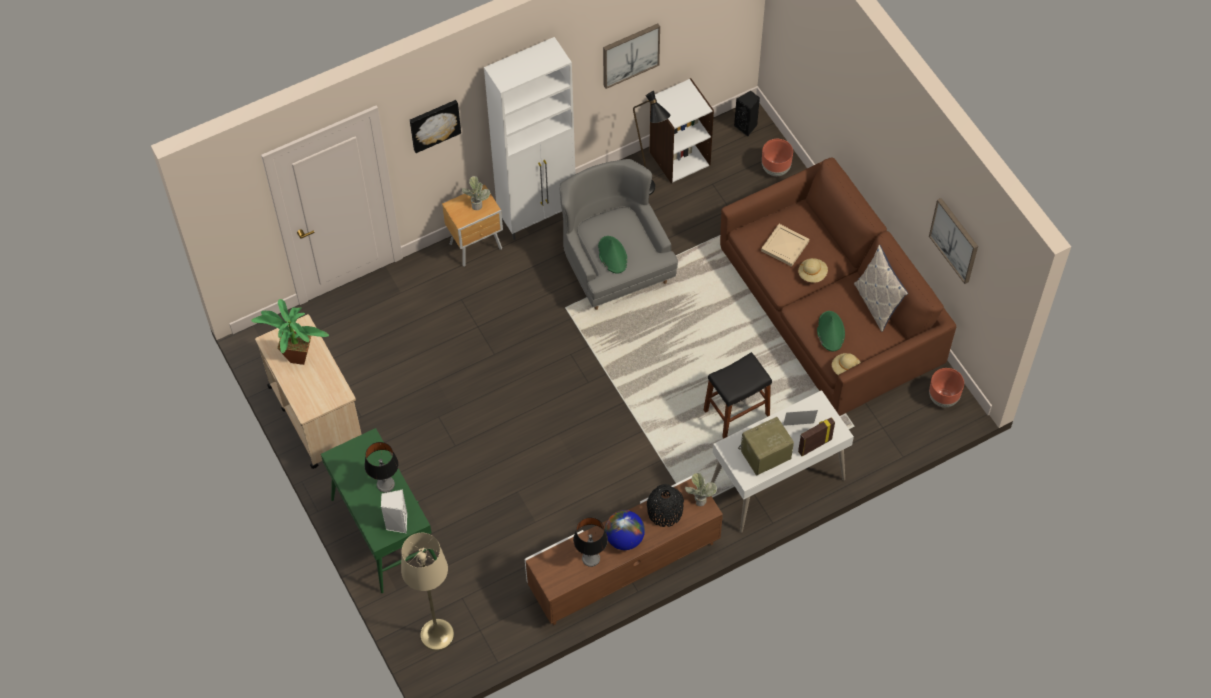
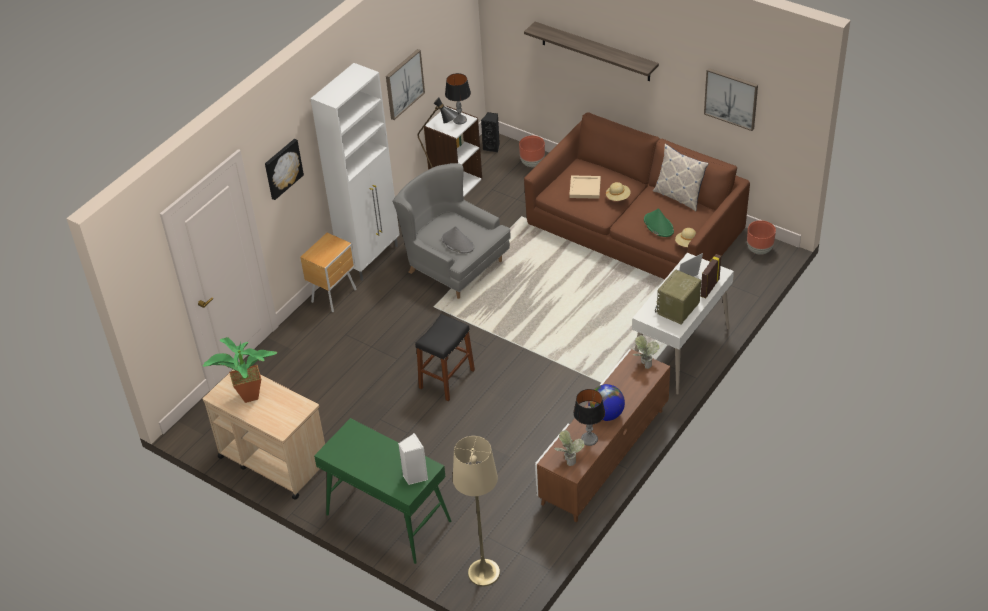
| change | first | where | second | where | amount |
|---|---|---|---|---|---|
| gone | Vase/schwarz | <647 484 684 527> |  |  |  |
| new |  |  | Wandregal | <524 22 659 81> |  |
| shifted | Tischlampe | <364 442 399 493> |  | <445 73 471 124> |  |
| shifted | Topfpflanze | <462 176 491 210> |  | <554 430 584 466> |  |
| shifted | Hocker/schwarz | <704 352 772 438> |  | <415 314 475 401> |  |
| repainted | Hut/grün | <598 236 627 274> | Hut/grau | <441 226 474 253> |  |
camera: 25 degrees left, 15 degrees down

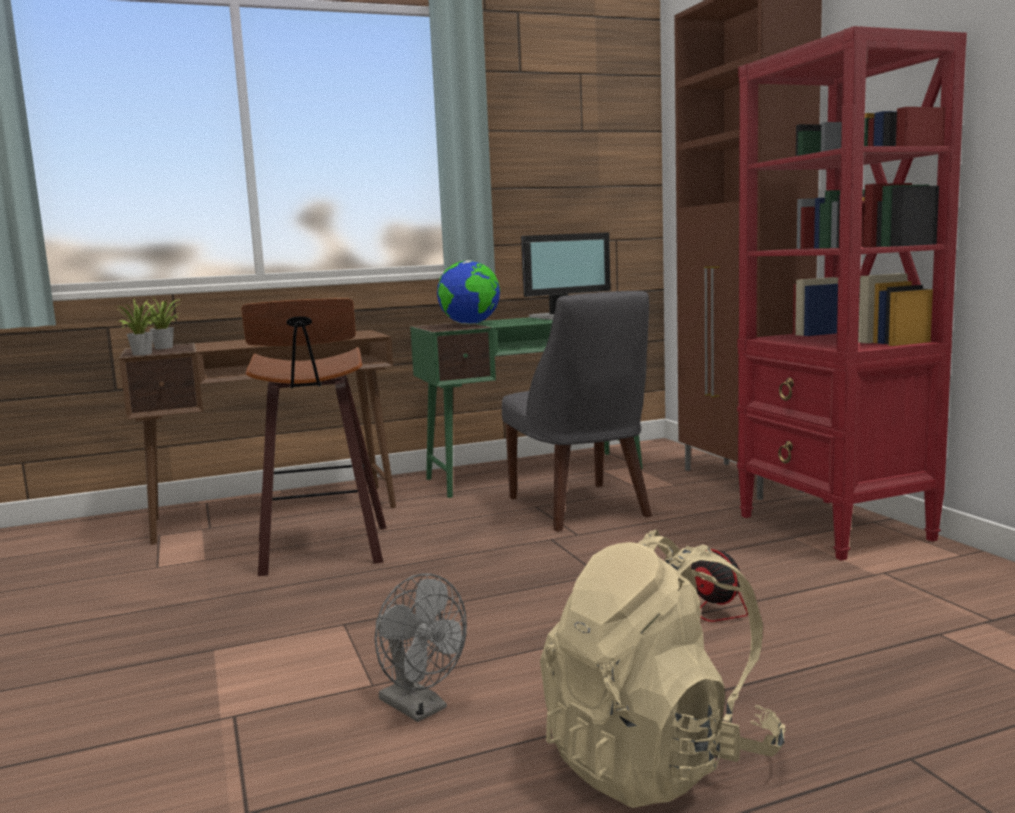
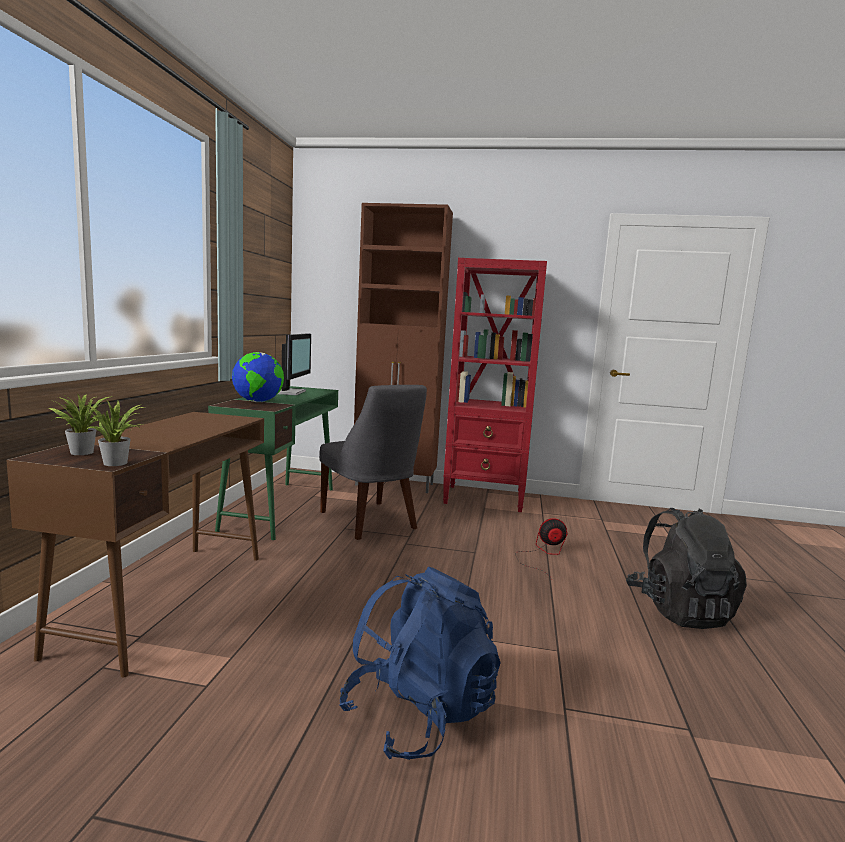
| change | first | where | second | where | amount |
|---|---|---|---|---|---|
| gone | Hocker | <241 298 386 576> |  |  |  |
| gone | Ventilator/grau | <374 573 467 722> |  |  |  |
| new |  |  | Rucksack/blau | <340 567 501 760> |  |
| repainted | Rucksack/beige | <540 530 786 808> | Rucksack/schwarz | <626 508 747 629> |  |
| rotated | Stuhl/grau | <502 291 652 531> |  | <319 385 427 540> | 45 degrees clockwise |
camera: 60 degrees left, 0 degrees up

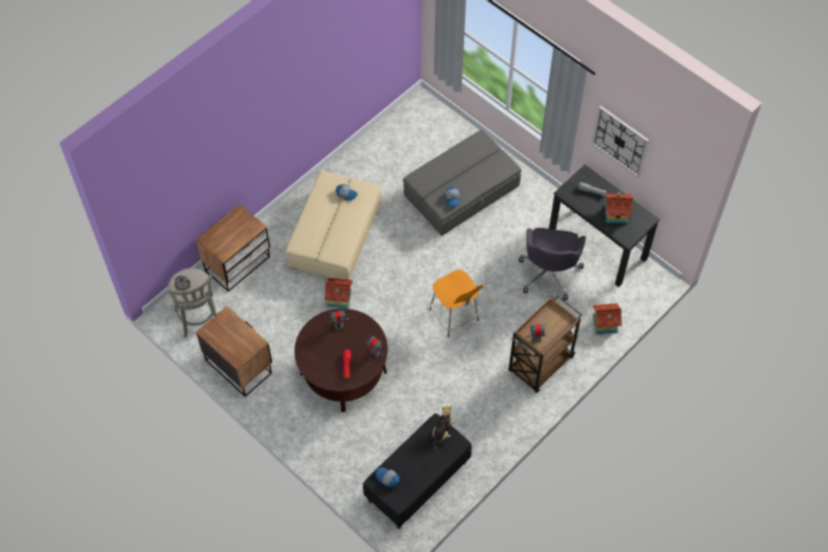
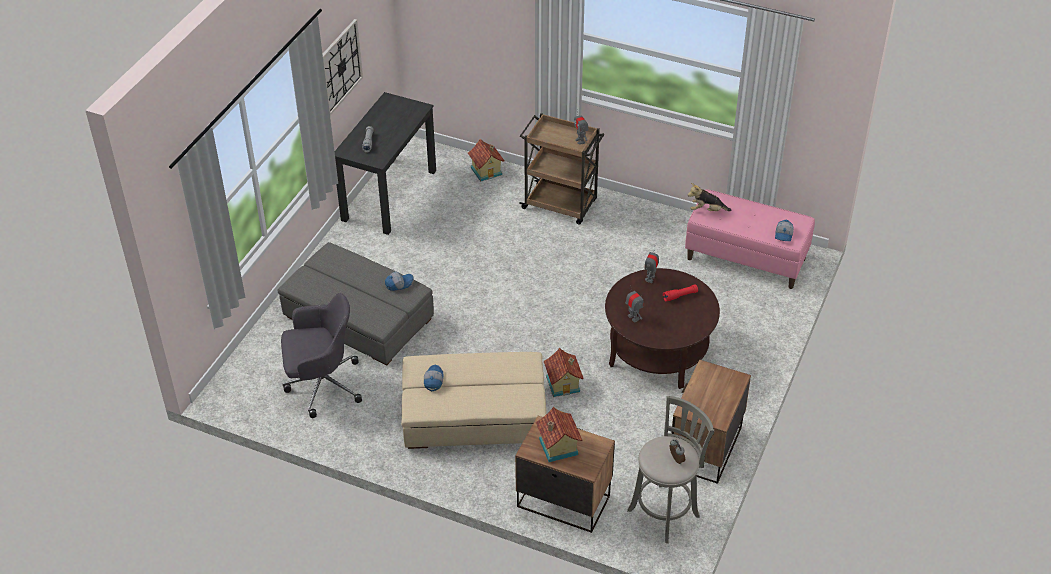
| change | first | where | second | where | amount |
|---|---|---|---|---|---|
| gone | Hocker/orange | <429 270 483 337> |  |  |  |
| shifted | Bürostuhl/grau | <519 228 586 300> |  | <281 293 362 418> |  |
| shifted | Spielzeughaus | <605 192 633 224> |  | <536 407 582 462> |  |
| repainted | Bank/schwarz | <363 413 472 529> | Bank/rosa | <685 189 815 289> |  |
camera: 110 degrees left, 15 degrees down

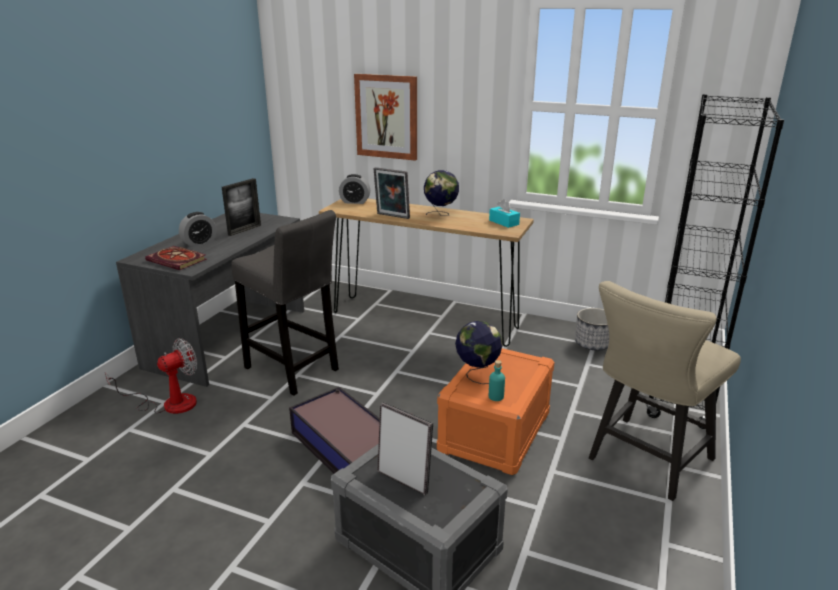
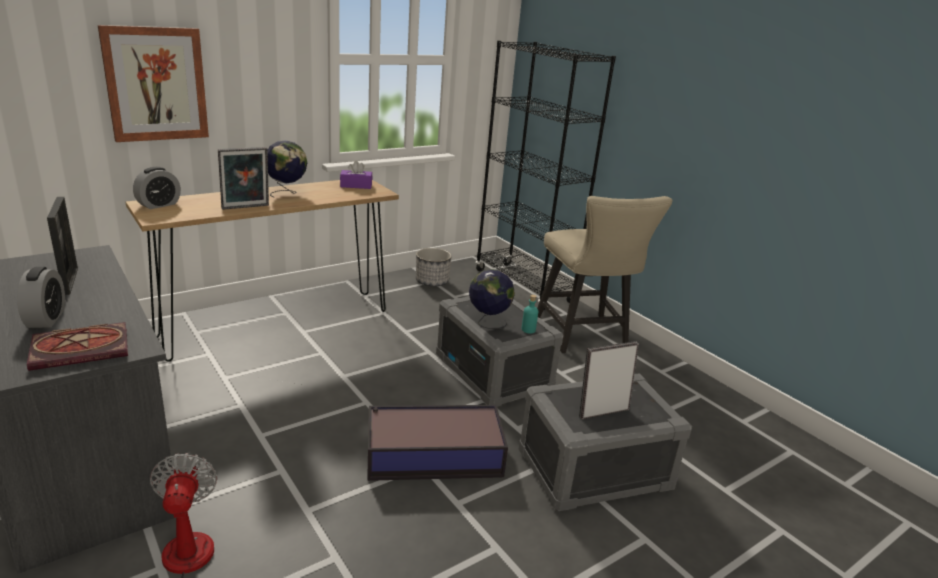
| change | first | where | second | where | amount |
|---|---|---|---|---|---|
| gone | Hocker/grau | <231 210 339 396> |  |  |  |
| repainted | Aufbewahrungsbox/orange | <437 348 554 475> | Aufbewahrungsbox/grau | <436 296 564 407> |  |
| repainted | Taschentuchbox/türkis | <489 199 520 228> | Taschentuchbox/lila | <340 161 372 189> |  |
camera: 60 degrees left, 0 degrees up

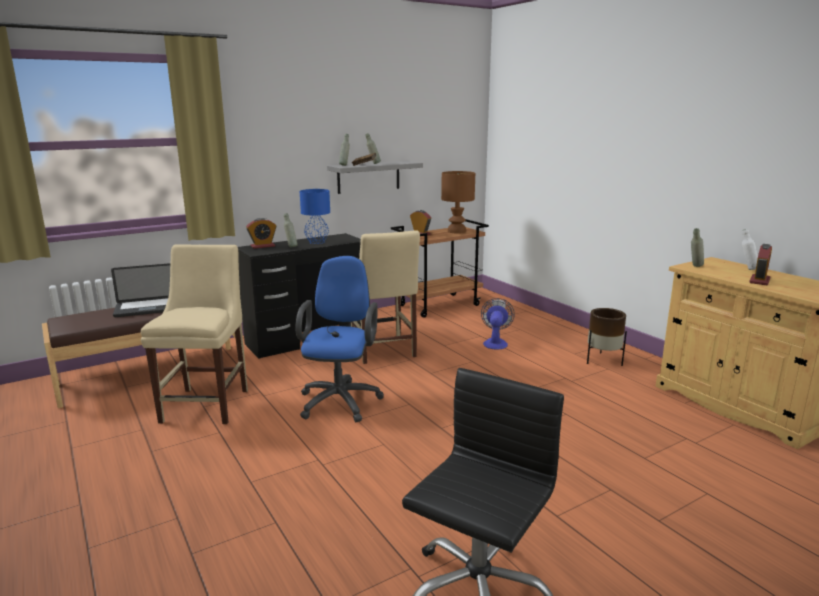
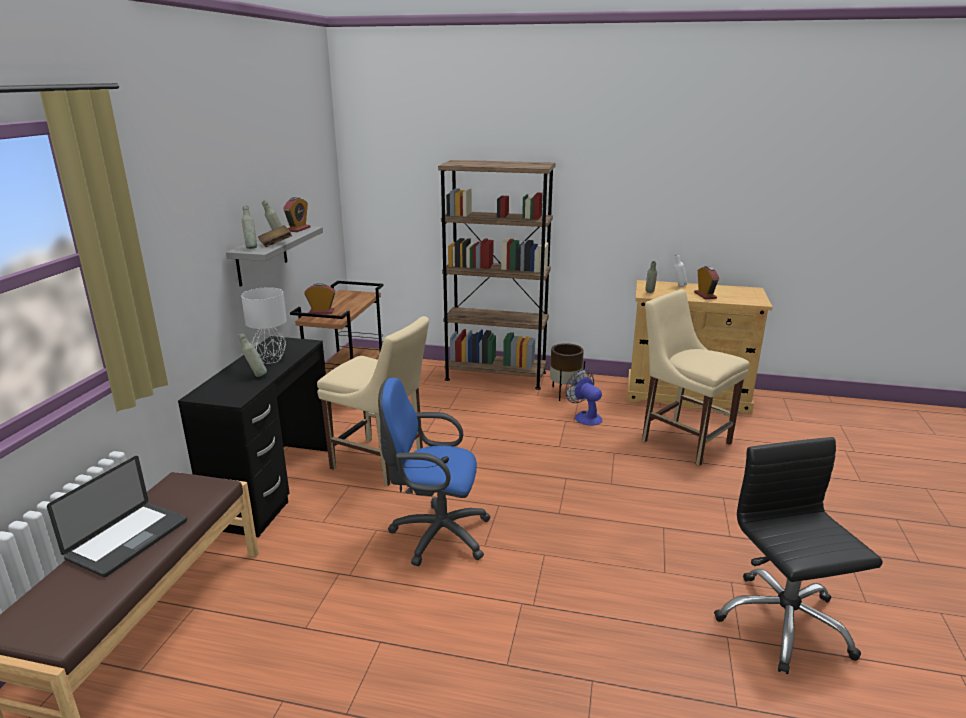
| change | first | where | second | where | amount |
|---|---|---|---|---|---|
| gone | Tischlampe/braun | <441 171 475 234> |  |  |  |
| new |  |  | Bücherregal/braun | <438 160 556 390> |  |
| shifted | Stuhl/beige | <141 245 248 424> |  | <642 289 750 466> |  |
| shifted | Wecker | <246 218 277 249> |  | <283 197 311 232> |  |
| shifted | Ventilator | <481 298 515 349> |  | <565 369 602 426> |  |
| repainted | Tischlampe/blau | <300 189 330 244> | Tischlampe/grau | <241 287 287 364> |  |
| rotated | Bürostuhl/blau | <296 256 384 422> |  | <378 377 491 566> | 45 degrees counterclockwise |
camera: 45 degrees left, 5 degrees up

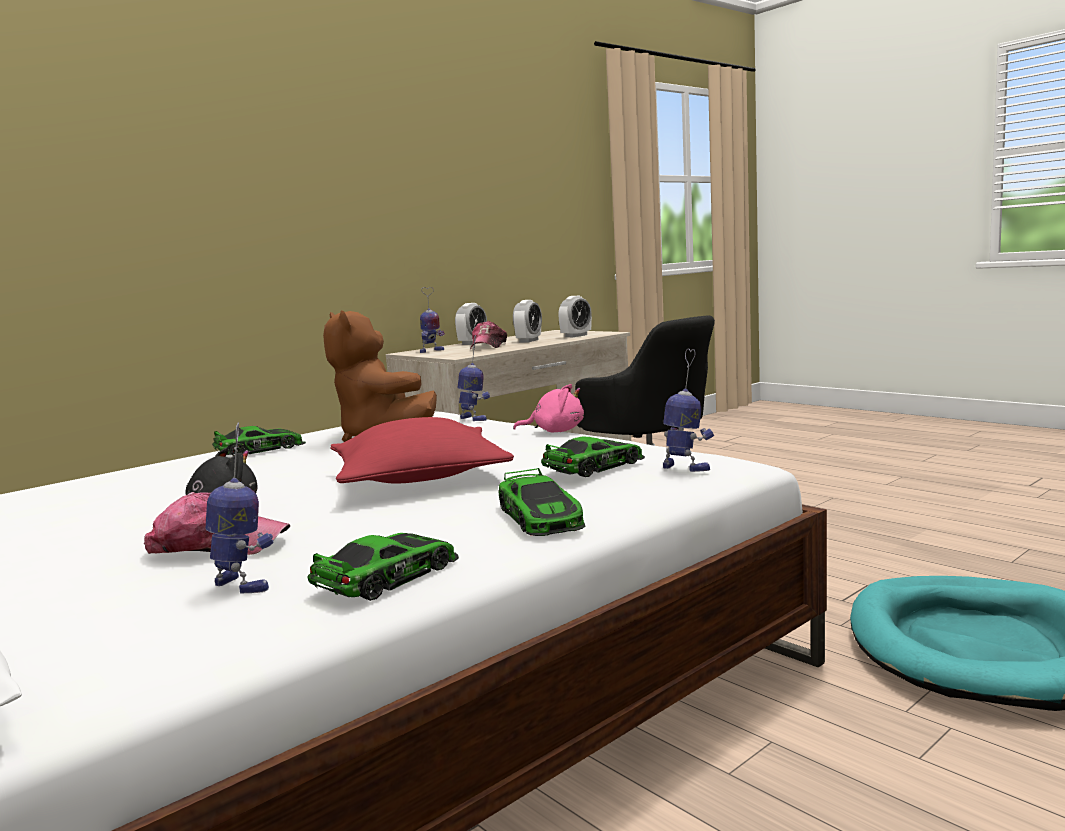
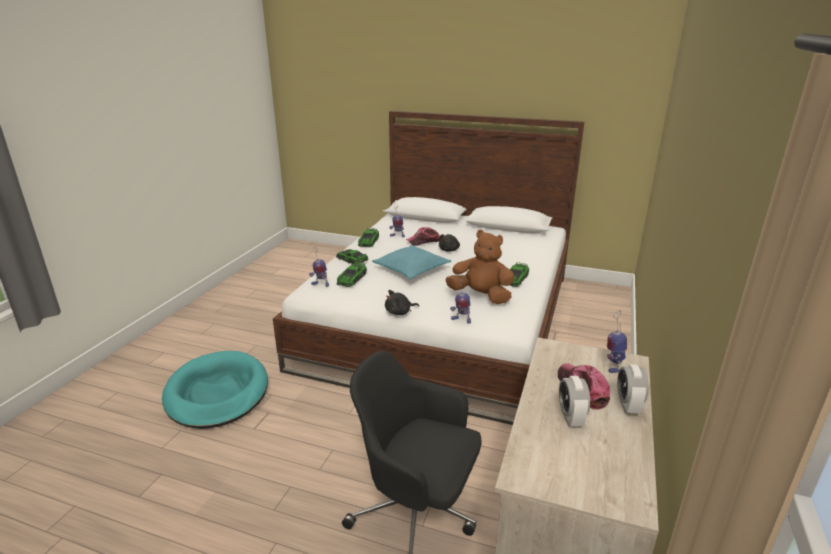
| change | first | where | second | where | amount |
|---|---|---|---|---|---|
| gone | Wecker | <558 296 592 337> |  |  |  |
| repainted | Kissen/rot | <330 417 514 483> | Kissen/türkis | <372 245 451 279> |  |
| repainted | Plüschtier/rosa | <513 384 584 433> | Plüschtier/schwarz | <385 290 419 315> |  |
camera: 150 degrees right, 15 degrees up

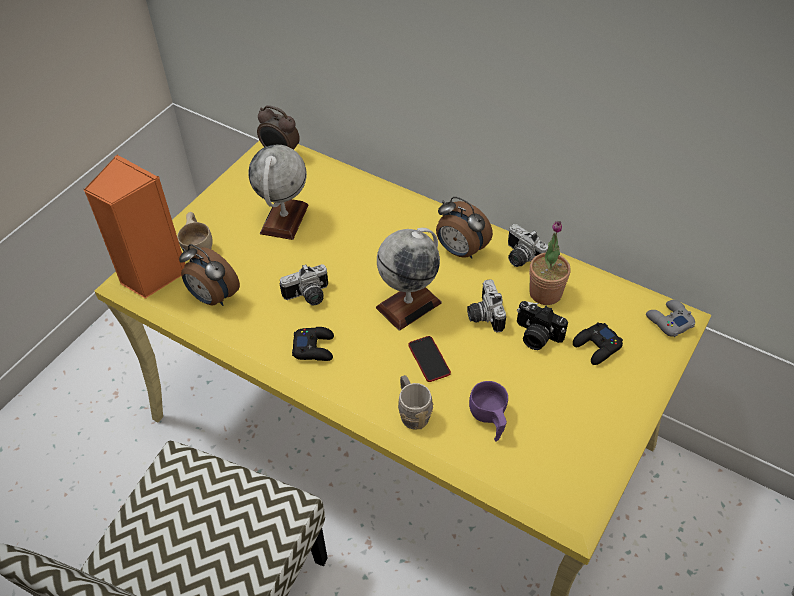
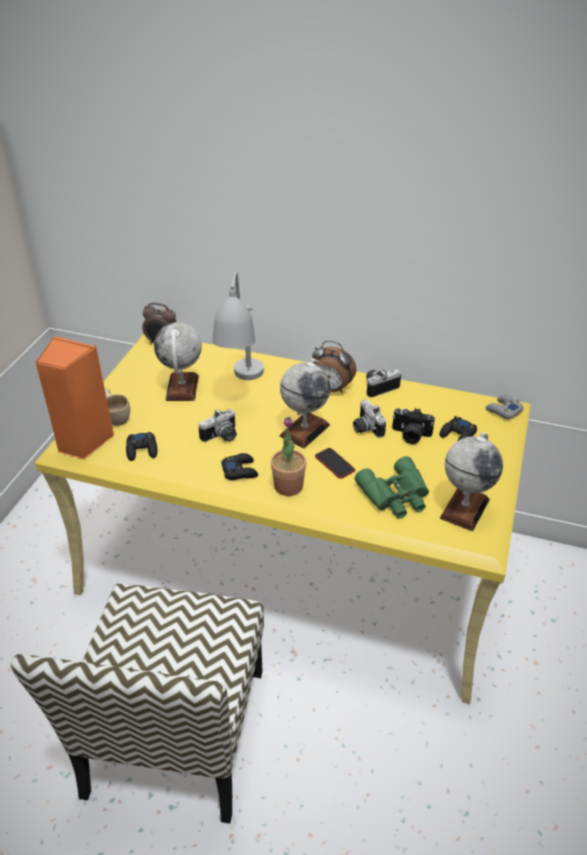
| change | first | where | second | where | amount |
|---|---|---|---|---|---|
| gone | Henkelbecher/grau | <398 375 434 430> |  |  |  |
| new |  |  | Tischlampe/grau | <212 271 264 380> |  |
| new |  |  | Globus | <440 432 503 531> |  |
| shifted | Topfpflanze | <529 221 571 305> |  | <271 417 306 496> |  |
| swapped | Wecker | <179 244 240 306> | Gamepad/schwarz | <126 432 157 461> |  |
| swapped | Tasse/lila | <469 381 508 442> | Fernglas/grün | <355 456 429 519> |  |
| rotated | Kamera | <508 224 548 267> |  | <366 369 401 398> | 120 degrees clockwise |
camera: 15 degrees left, 10 degrees down

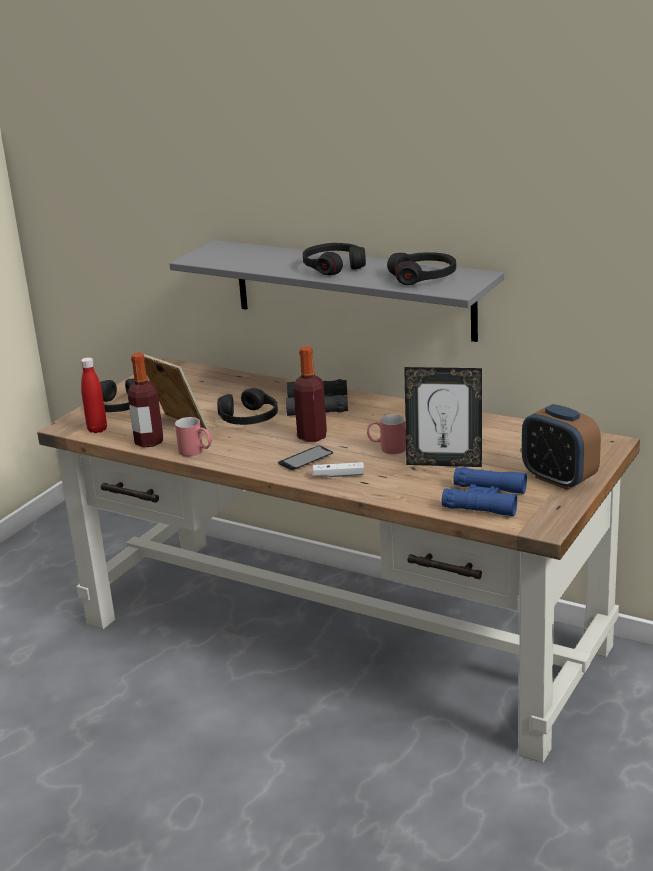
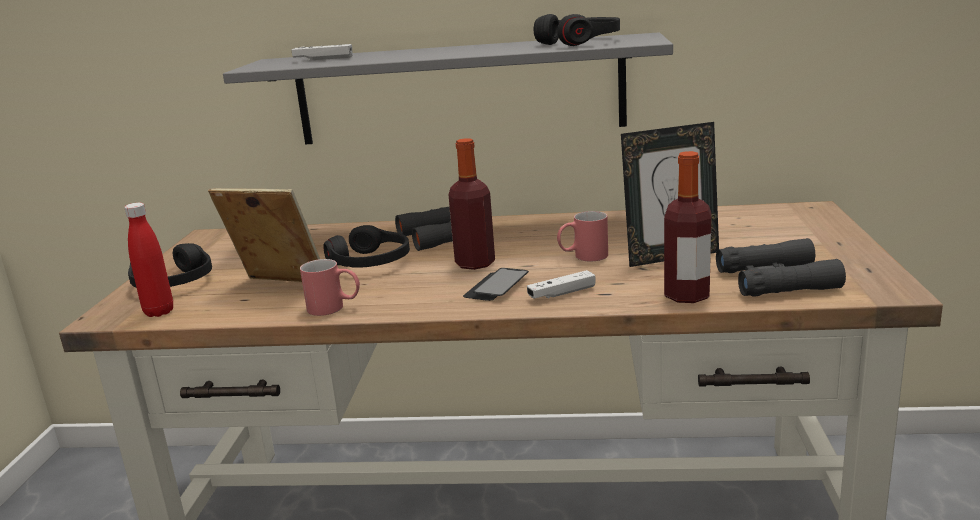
| change | first | where | second | where | amount |
|---|---|---|---|---|---|
| gone | Kopfhörer/schwarz | <303 243 366 275> |  |  |  |
| gone | Wecker | <522 404 601 490> |  |  |  |
| new |  |  | Gamepad/weiß | <292 44 352 61> |  |
| shifted | Flasche | <128 353 163 447> |  | <664 151 711 303> |  |
| repainted | Fernglas/blau | <442 467 527 516> | Fernglas/schwarz | <716 238 846 296> |  |
camera: 25 degrees left, 5 degrees down

